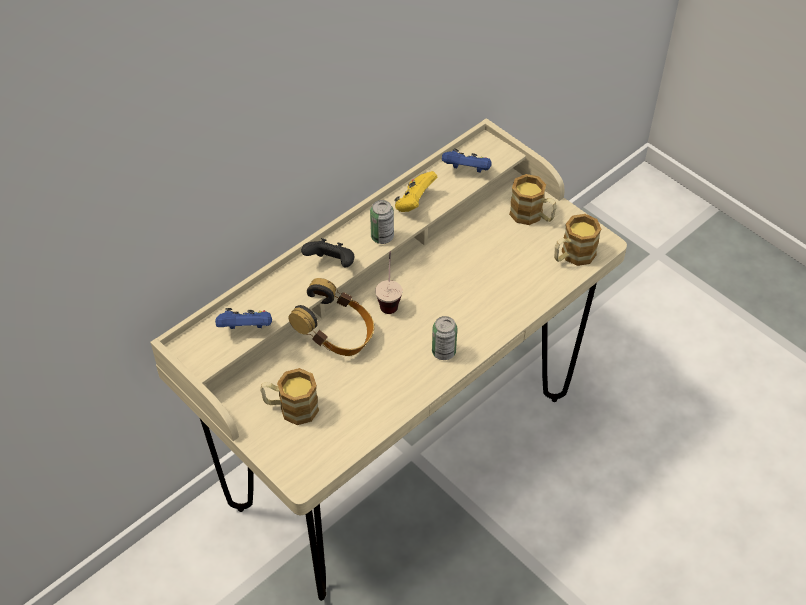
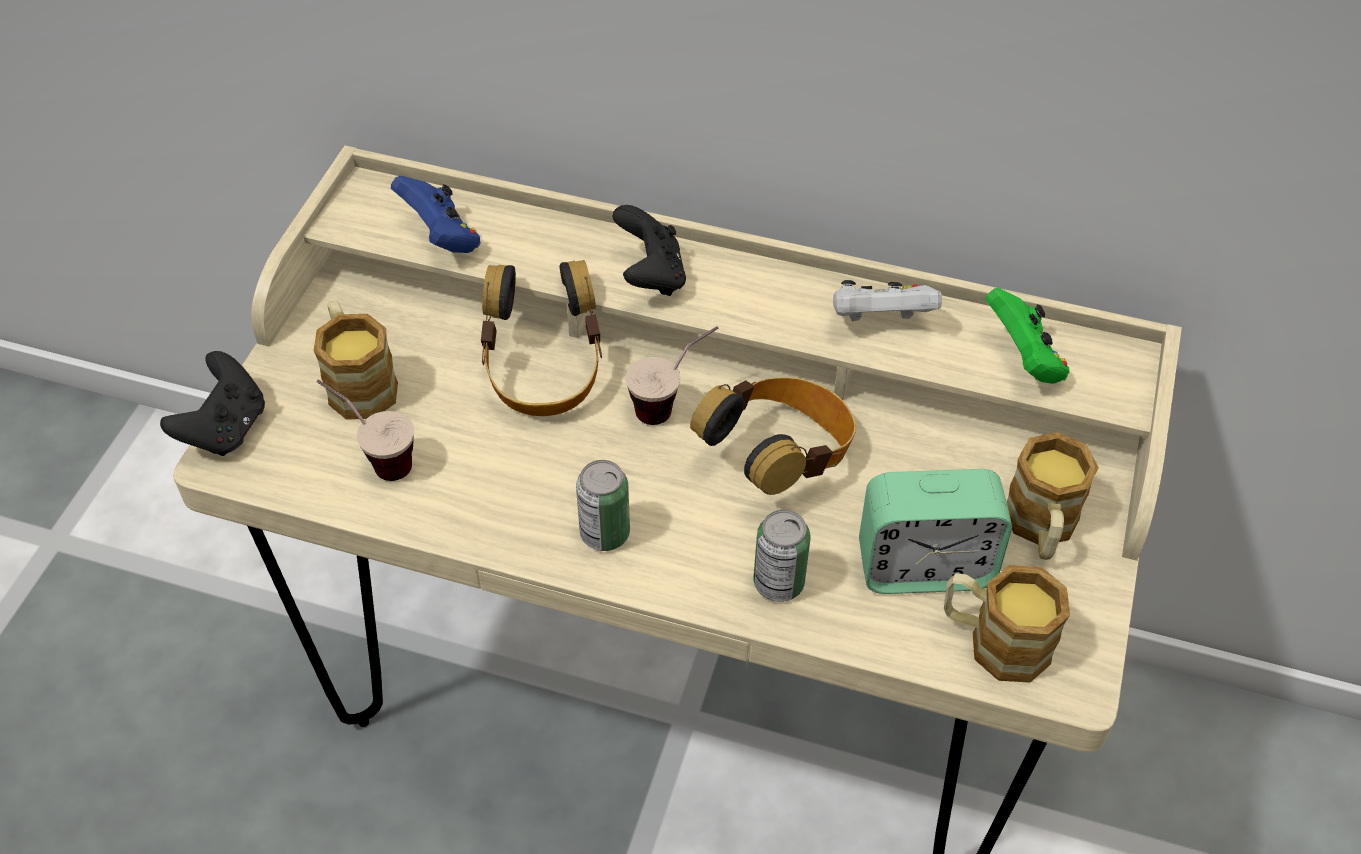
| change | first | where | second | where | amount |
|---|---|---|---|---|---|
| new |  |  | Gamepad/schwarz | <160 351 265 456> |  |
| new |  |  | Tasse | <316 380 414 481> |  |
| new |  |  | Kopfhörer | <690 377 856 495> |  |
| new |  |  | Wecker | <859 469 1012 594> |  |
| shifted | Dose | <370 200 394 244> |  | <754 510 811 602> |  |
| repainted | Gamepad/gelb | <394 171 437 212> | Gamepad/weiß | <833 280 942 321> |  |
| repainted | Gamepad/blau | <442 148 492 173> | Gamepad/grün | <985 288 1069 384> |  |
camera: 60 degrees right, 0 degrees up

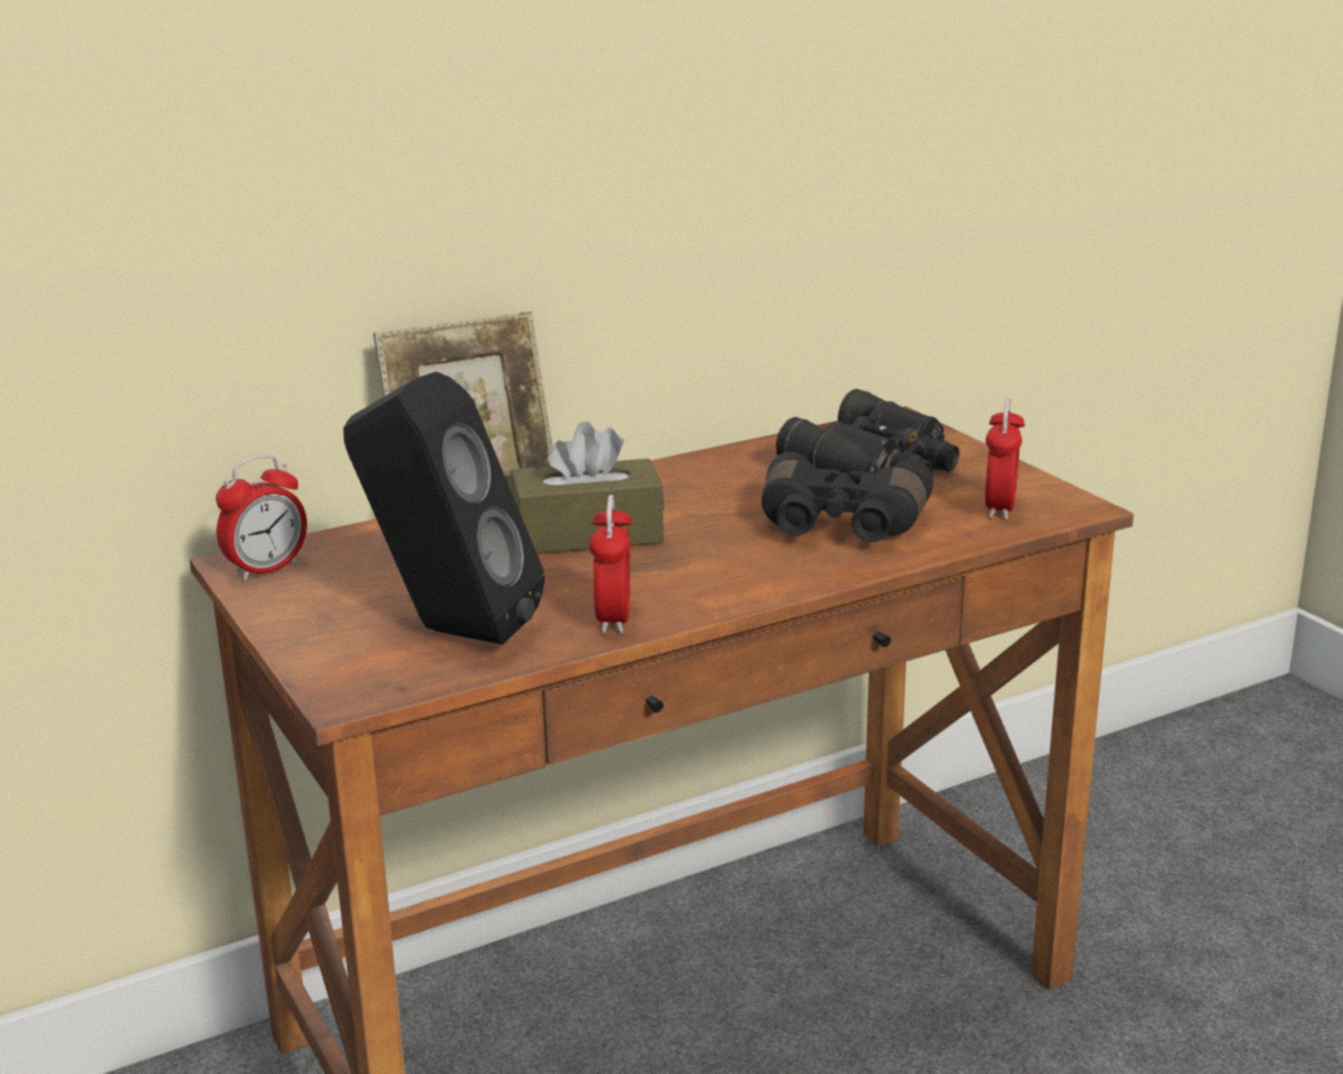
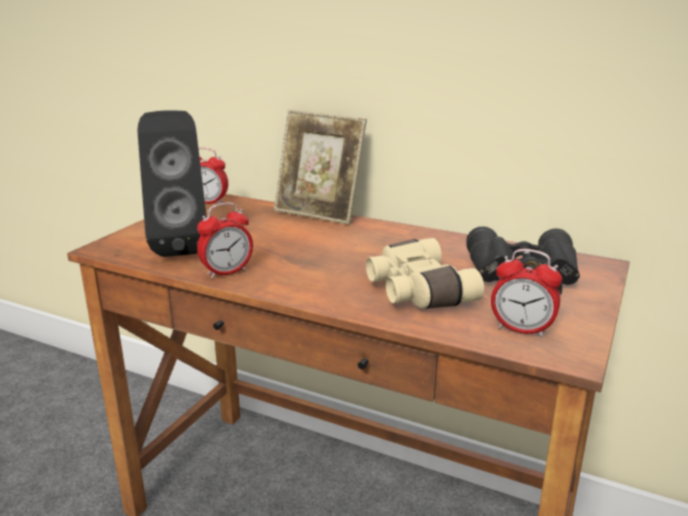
| change | first | where | second | where | amount |
|---|---|---|---|---|---|
| gone | Taschentuchbox/braun | <511 421 664 554> |  |  |  |
| repainted | Fernglas/schwarz | <761 452 933 542> | Fernglas/beige | <366 238 484 309> |  |
| rotated | Wecker | <985 398 1025 520> |  | <491 249 562 337> | 45 degrees clockwise |
camera: 55 degrees right, 0 degrees up

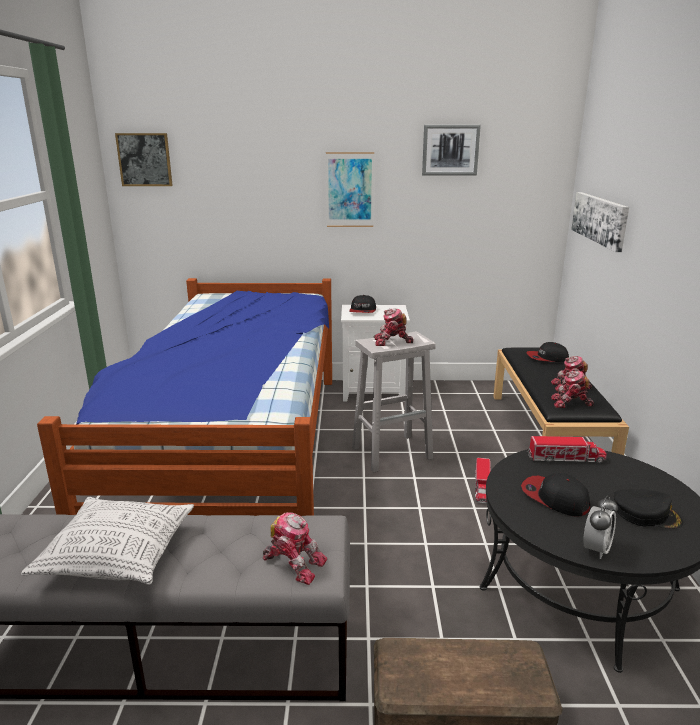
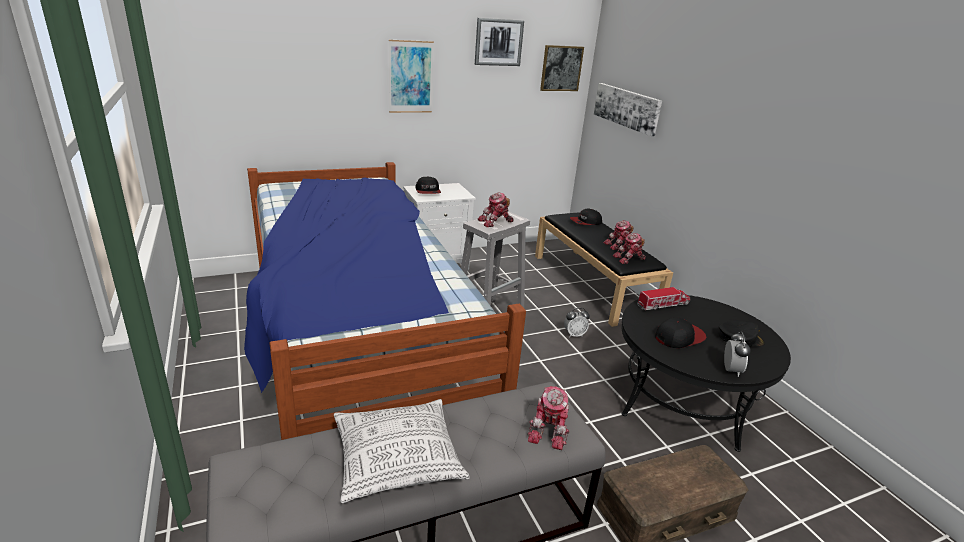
| change | first | where | second | where | amount |
|---|---|---|---|---|---|
| shifted | Bild | <115 133 173 186> |  | <540 45 584 91> |  |
| swapped | Spielzeuglaster | <475 458 491 503> | Wecker | <564 308 590 337> |  |
| rotated | Spielzeugroboter | <263 512 328 585> |  | <527 386 569 450> | 105 degrees clockwise |
| rotated | Kappe | <521 473 590 517> |  | <655 318 707 348> | 135 degrees clockwise |
camera: 25 degrees left, 5 degrees up

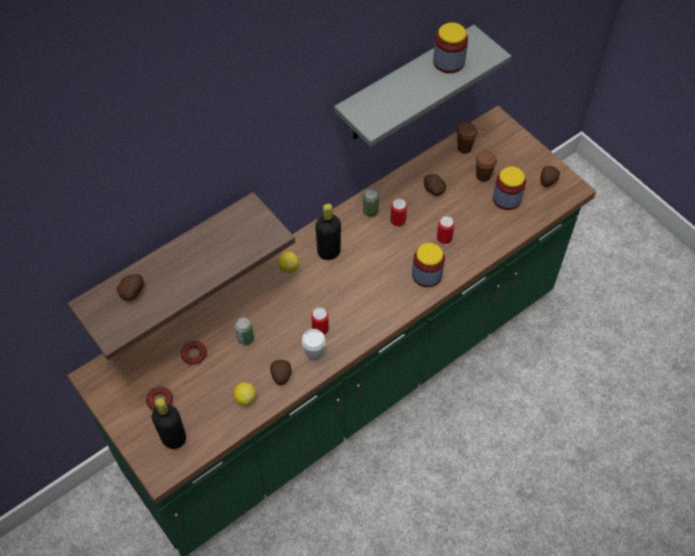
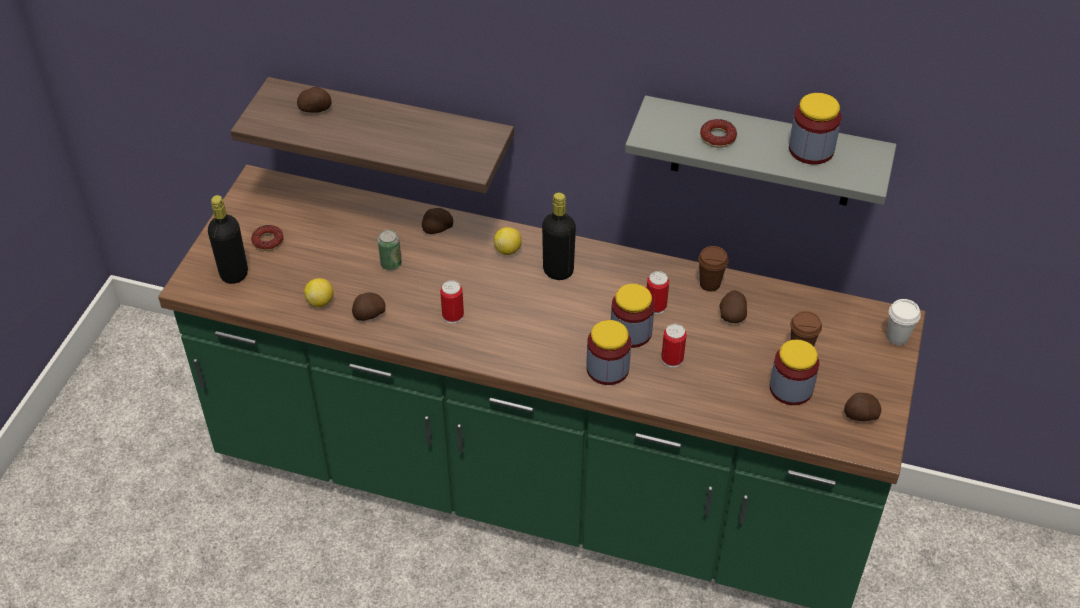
| change | first | where | second | where | amount |
|---|---|---|---|---|---|
| gone | Dose | <363 189 379 217> |  |  |  |
| new |  |  | Kartoffel | <422 208 453 234> |  |
| new |  |  | Vorratsglas | <611 284 654 348> |  |
| shifted | Donut | <181 341 207 365> |  | <700 119 737 148> |  |
| shifted | Tasse/weiß | <302 329 326 361> |  | <887 299 921 346> |  |
| shifted | Tasse/braun | <457 123 477 154> |  | <698 246 729 291> |  |
camera: 55 degrees right, 10 degrees down

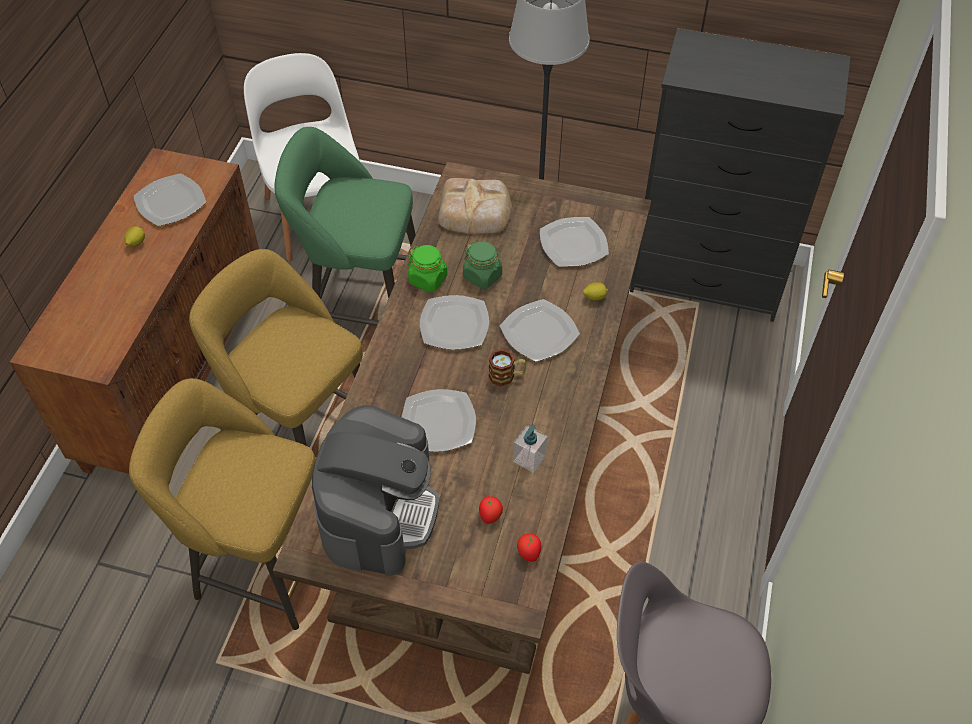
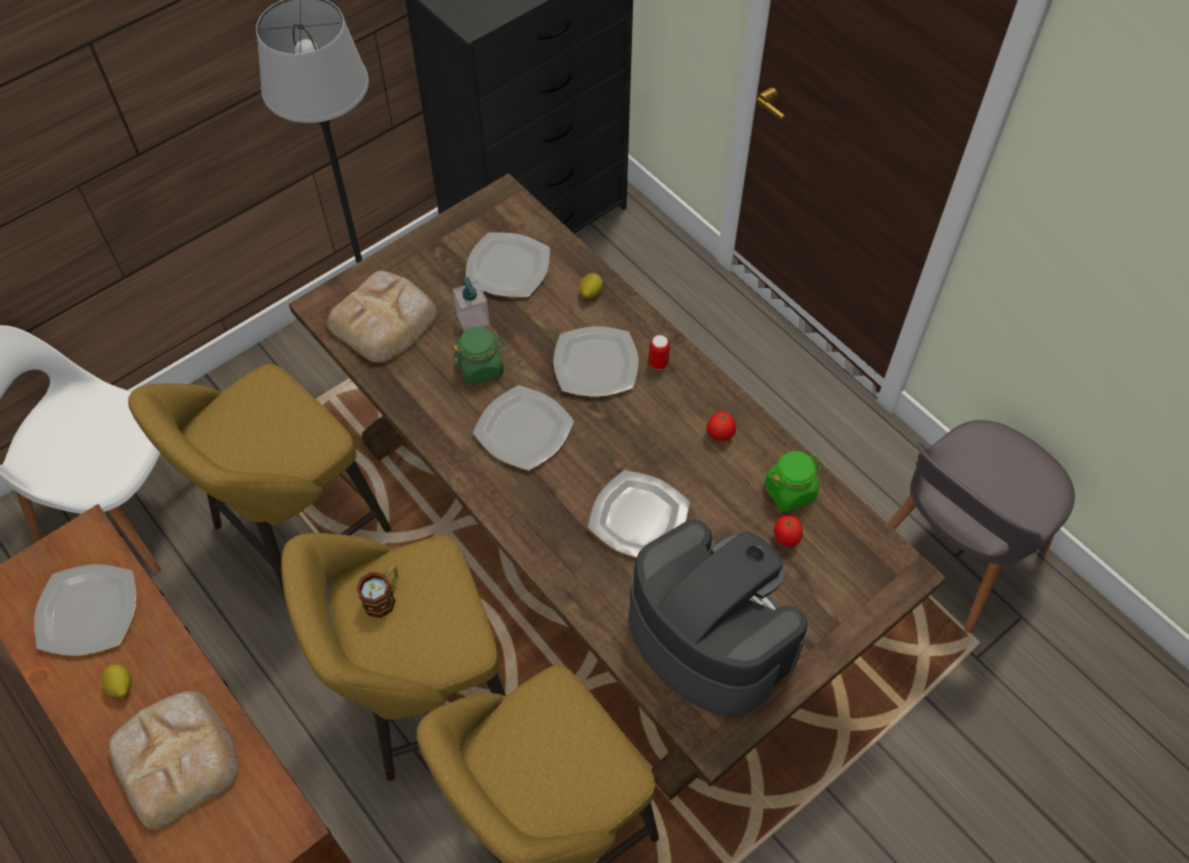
| change | first | where | second | where | amount |
|---|---|---|---|---|---|
| new |  |  | Brot | <108 691 238 830> |  |
| new |  |  | Dose | <649 335 670 370> |  |
| shifted | Vorratsglas/grün | <408 245 447 292> |  | <764 451 823 512> |  |
| shifted | Henkelbecher | <489 348 527 387> |  | <356 565 399 618> |  |
| shifted | Seifenspender | <513 425 548 473> |  | <453 277 490 332> |  |
| shifted | Tomate | <517 534 541 562> |  | <706 411 736 441> |  |
| repainted | Hocker/grün | <275 127 416 326> | Hocker/gelb | <128 364 391 593> |  |
camera: 55 degrees left, 5 degrees up

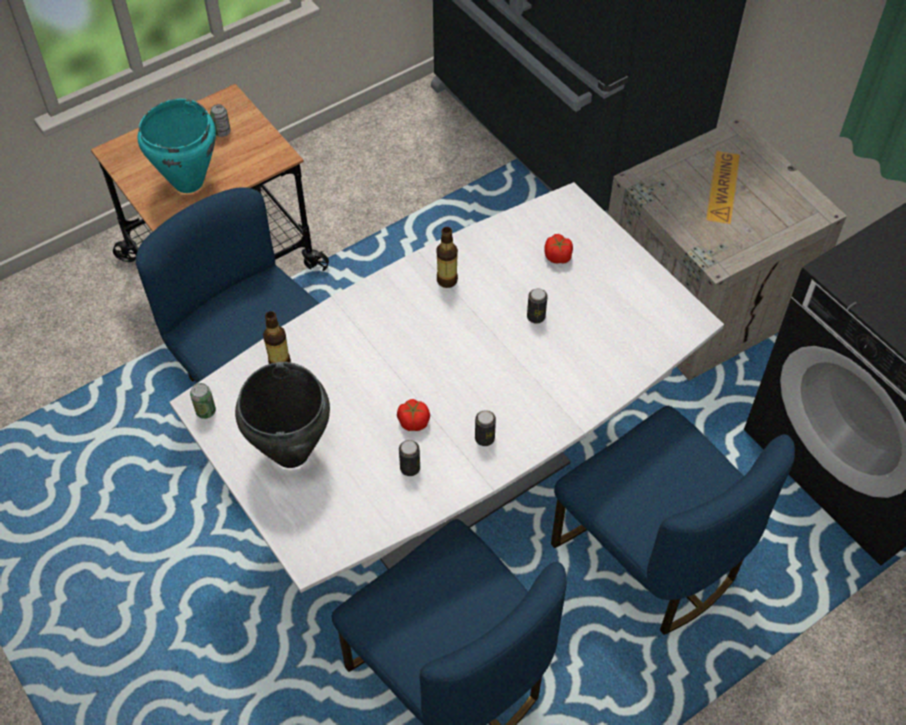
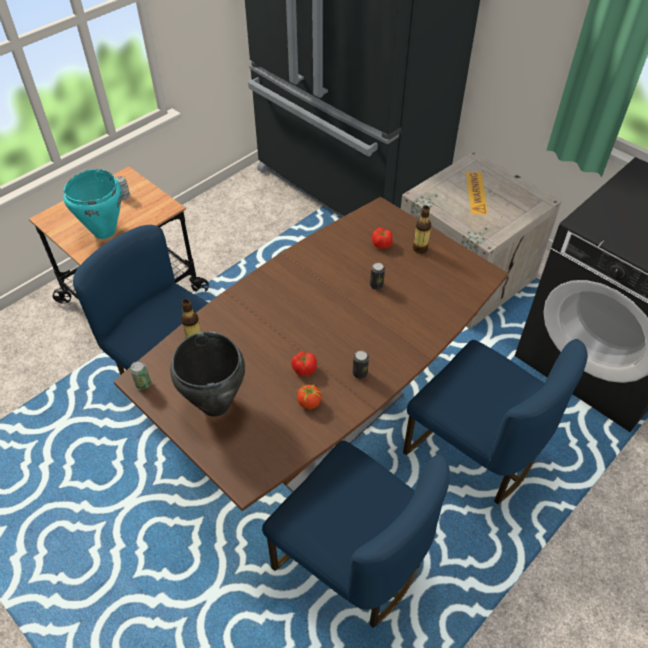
| change | first | where | second | where | amount |
|---|---|---|---|---|---|
| shifted | Flasche | <437 227 458 288> |  | <413 206 431 254> |  |
| swapped | Dose | <399 440 420 476> | Tomate | <297 382 322 409> |  |
| repainted | Esstisch/weiß | <170 182 724 593> | Esstisch/braun | <114 197 508 511> |  |
camera: 10 degrees left, 5 degrees down

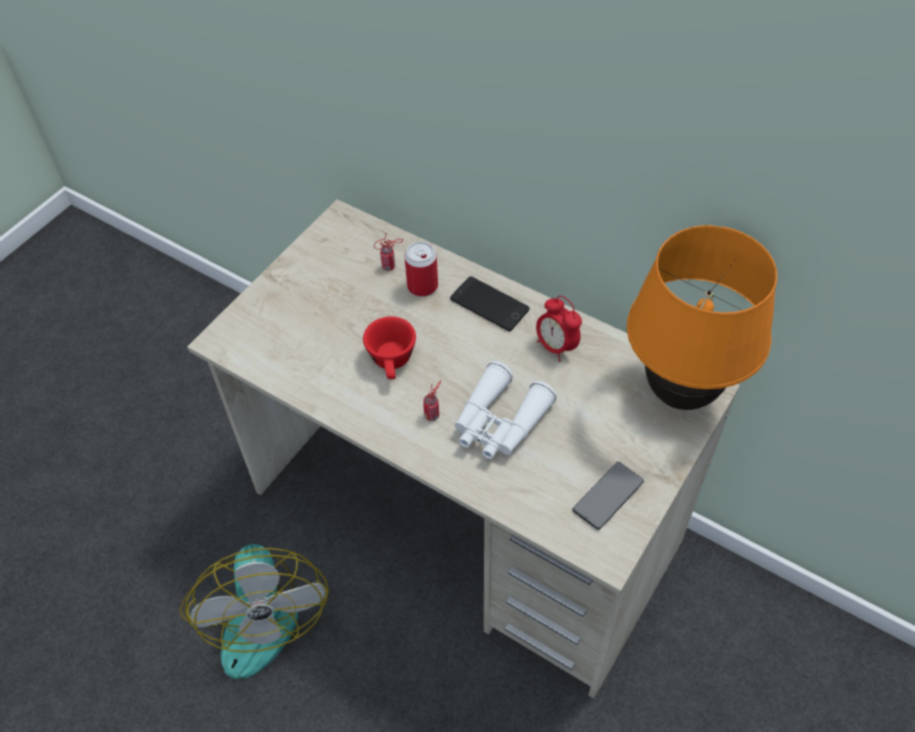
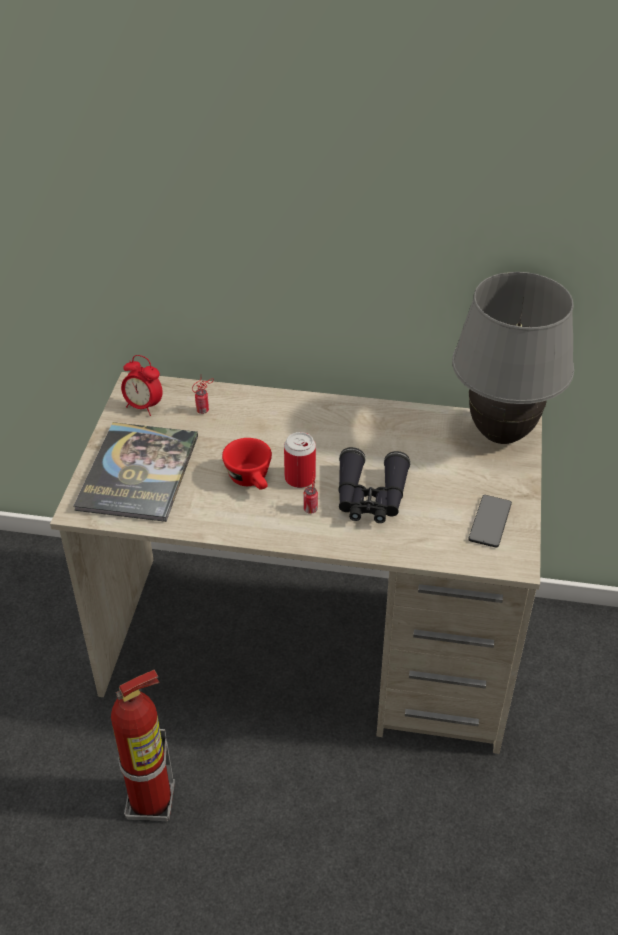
| change | first | where | second | where | amount |
|---|---|---|---|---|---|
| gone | Handy | <450 276 529 332> |  |  |  |
| new |  |  | Buch | <73 422 198 522> |  |
| shifted | Dose | <404 241 438 297> |  | <284 432 316 488> |  |
| shifted | Wecker | <536 296 582 362> |  | <121 355 163 416> |  |
| swapped | Ventilator | <179 544 329 679> | Feuerlöscher | <111 670 175 821> |  |
| repainted | Fernglas/weiß | <455 361 557 459> | Fernglas/schwarz | <339 447 410 523> |  |
| repainted | Tischlampe/orange | <627 225 777 410> | Tischlampe/grau | <452 272 574 444> |  |
camera: 25 degrees left, 10 degrees down

